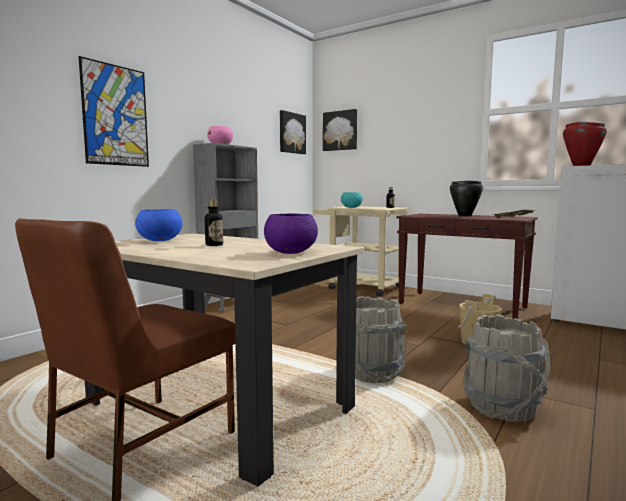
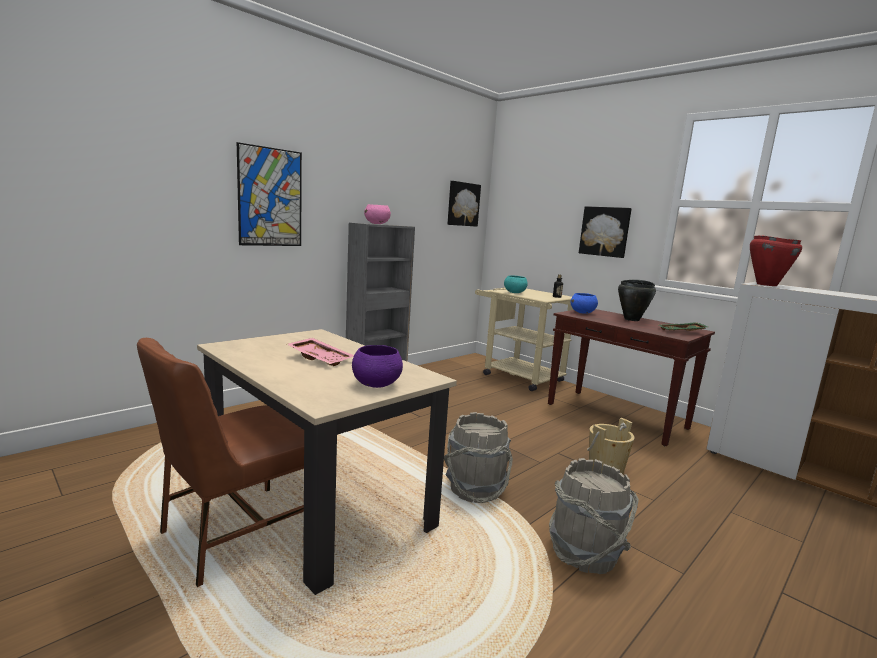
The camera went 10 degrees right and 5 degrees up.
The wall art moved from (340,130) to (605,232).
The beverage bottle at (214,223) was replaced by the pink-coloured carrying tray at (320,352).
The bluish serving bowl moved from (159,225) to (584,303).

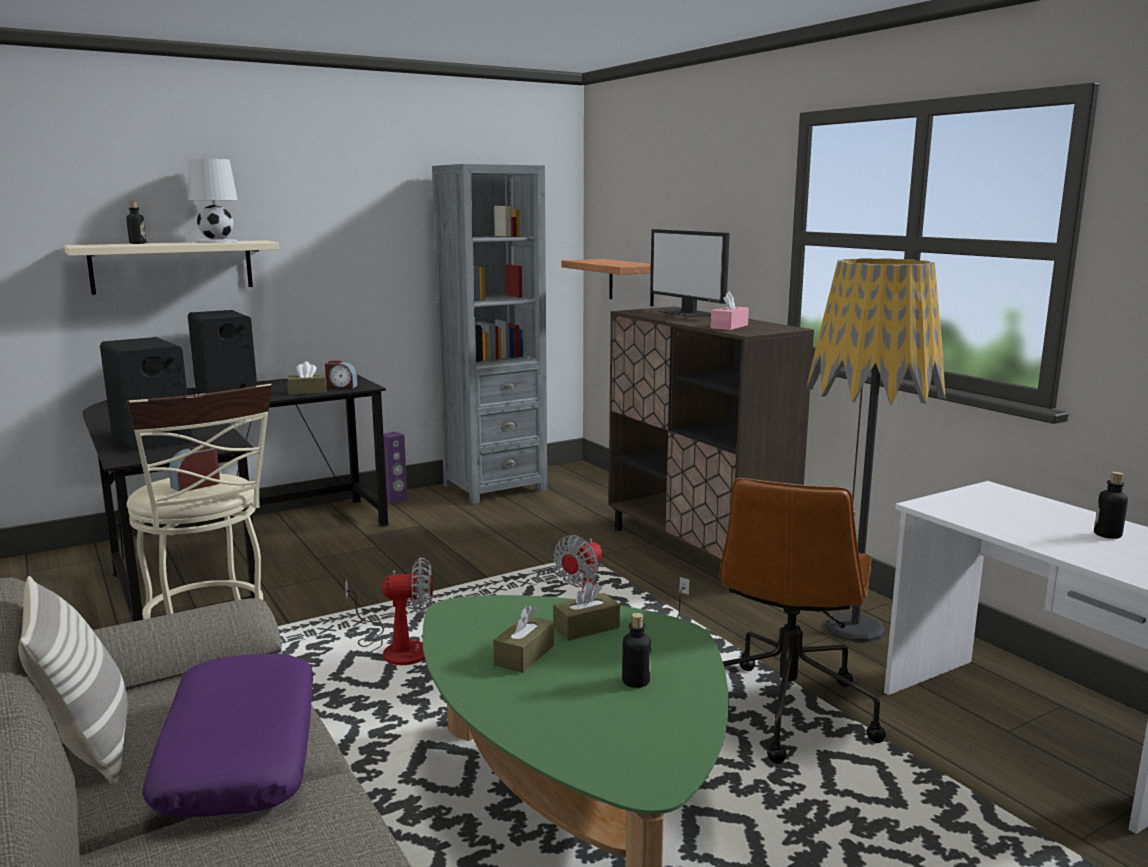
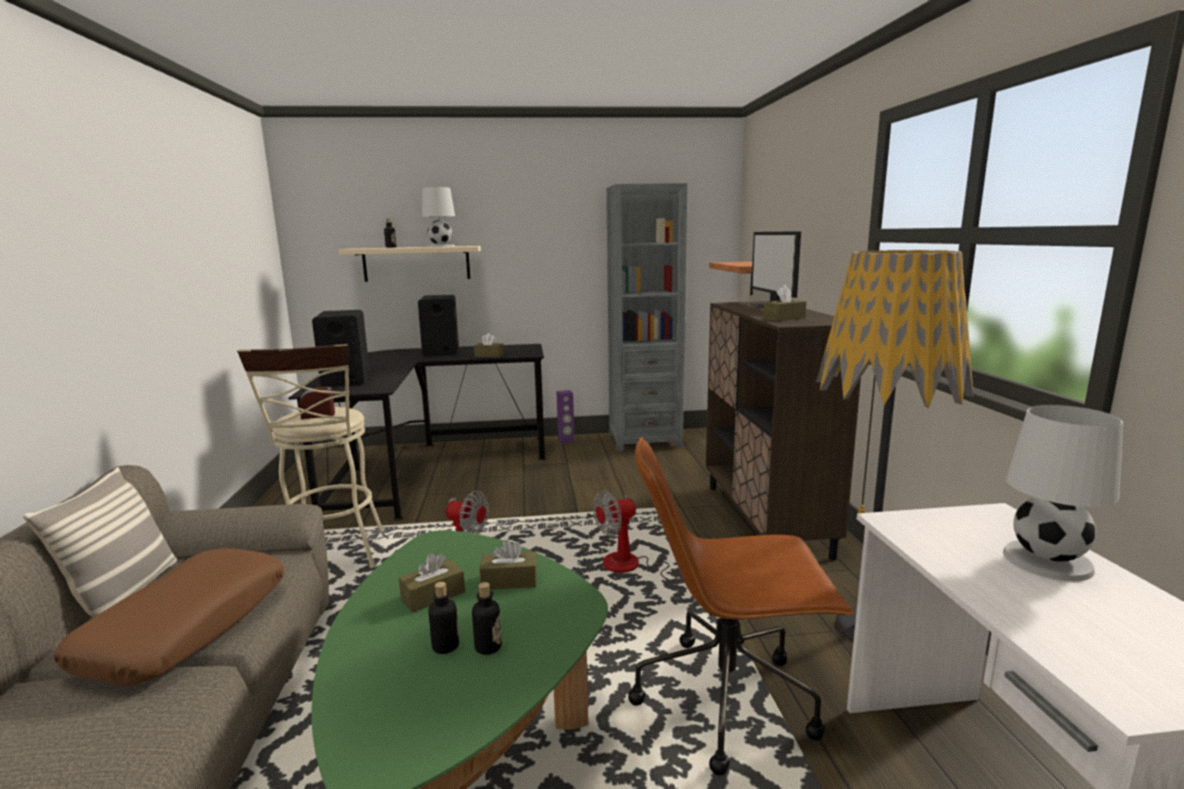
The camera went 25 degrees right and 0 degrees up.
The pink-coloured tissue holder at (729,310) became the brown-coloured tissue holder at (784,303).
The alarm clock at (341,375) disappeared.
The beverage bottle moved from (1111,505) to (443,618).
The brown-coloured office chair at (802,621) turned 45 degrees clockwise.
The purple pillow at (228,735) became the brown-coloured pillow at (169,616).
The white-coloured table lamp at (1063,493) appeared.

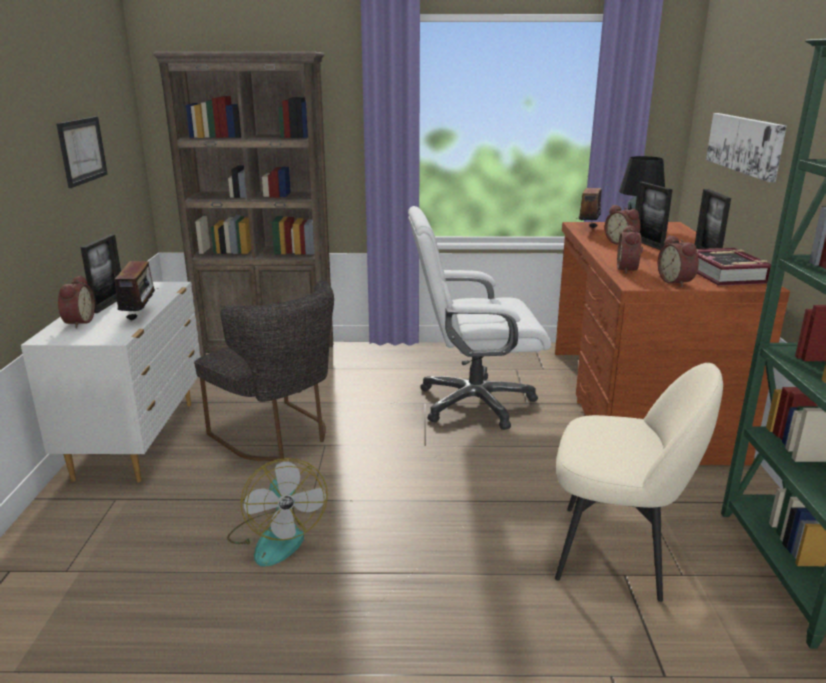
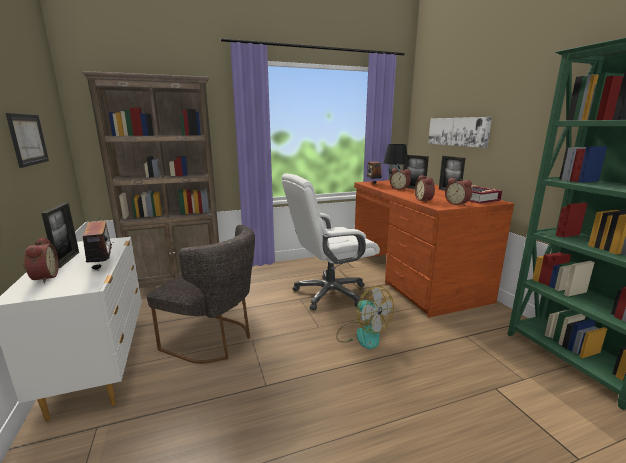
The camera went 20 degrees left and 5 degrees down.
The sand-coloured plain chair at (639,482) disappeared.
The cooling fan moved from (277,512) to (365,317).

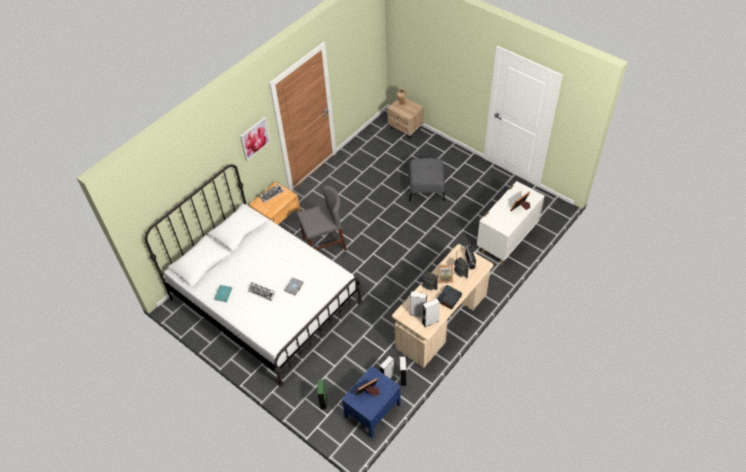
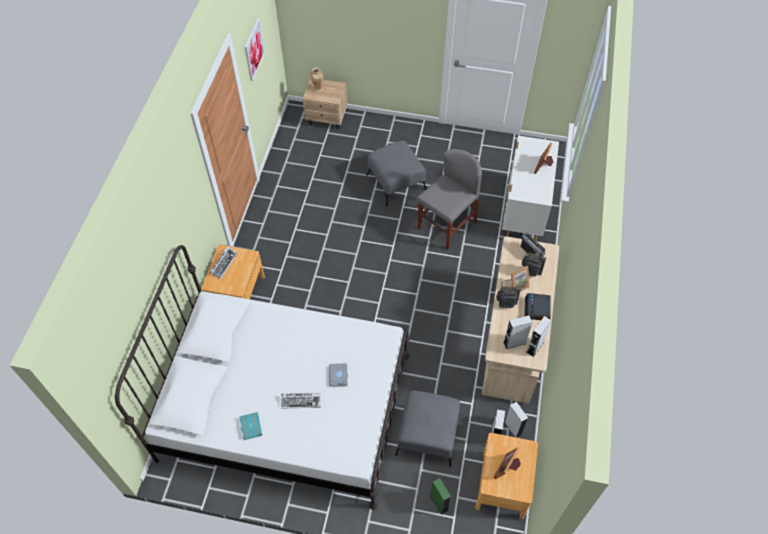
The camera went 30 degrees left and 5 degrees up.
The wall art moved from (255,139) to (255,49).
The greyish plain chair moved from (322,218) to (449,199).
The bluish nightstand at (371,402) became the brown-coloured nightstand at (506,476).
The greyish pouffe at (427,428) appeared.

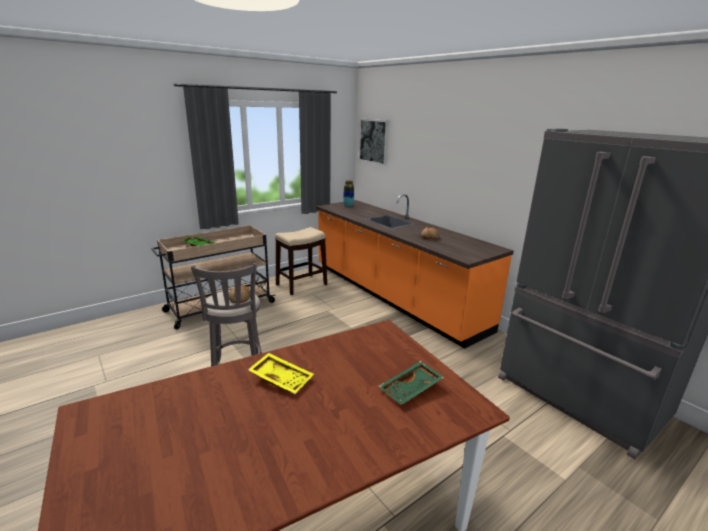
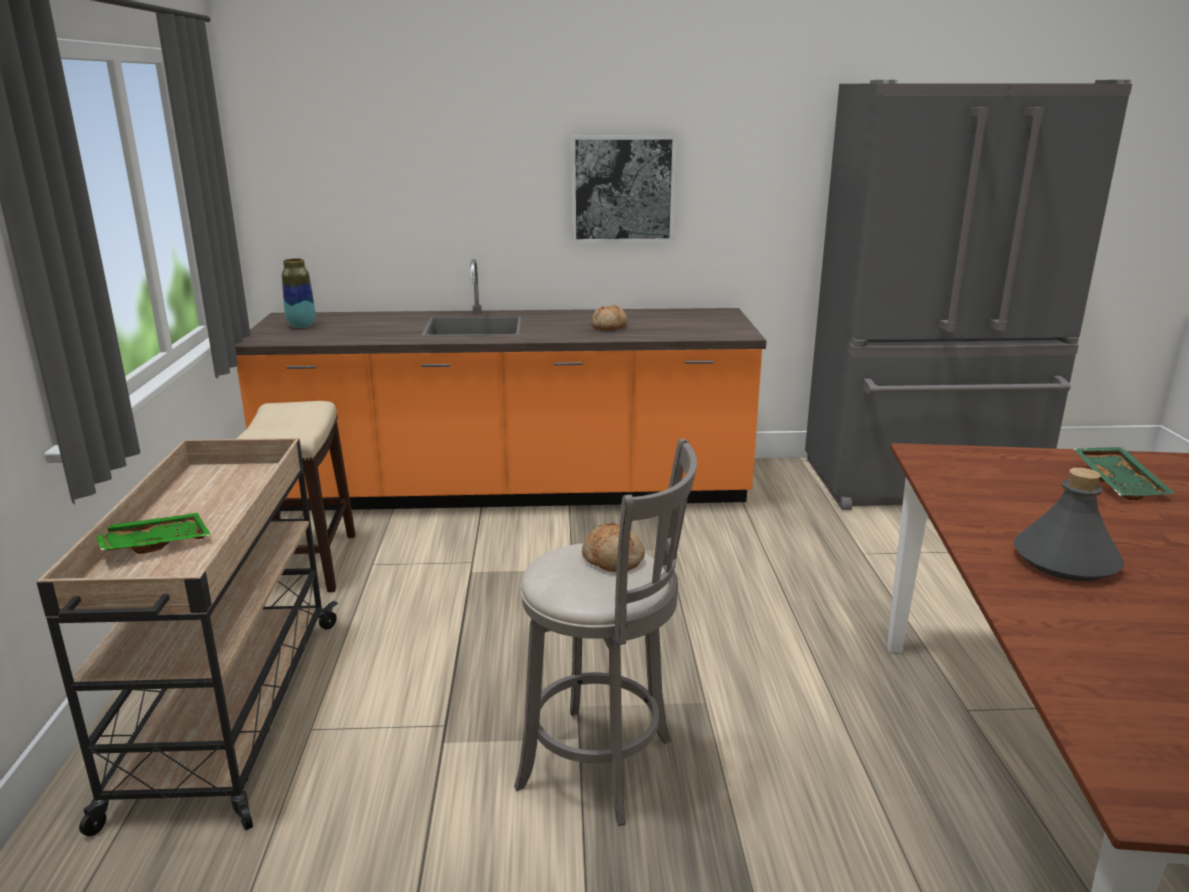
The camera went 55 degrees left and 0 degrees up.
The wall art moved from (374,142) to (624,189).
The yellow carrying tray at (281,373) was replaced by the greyish beverage bottle at (1068,524).

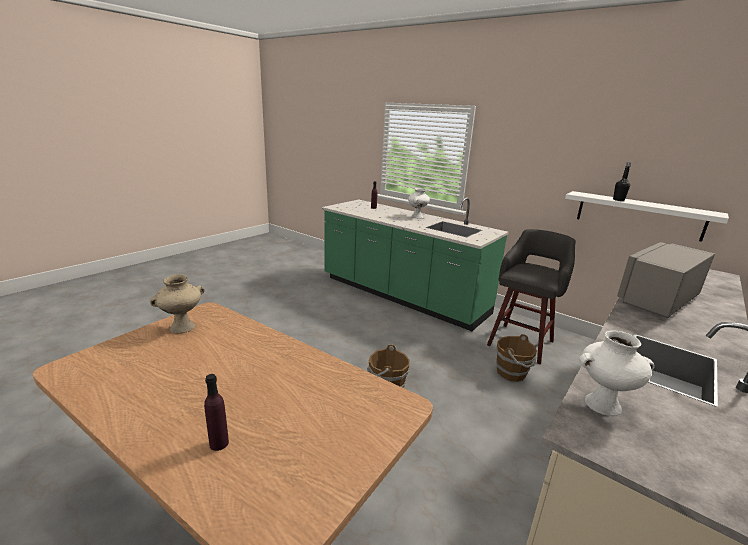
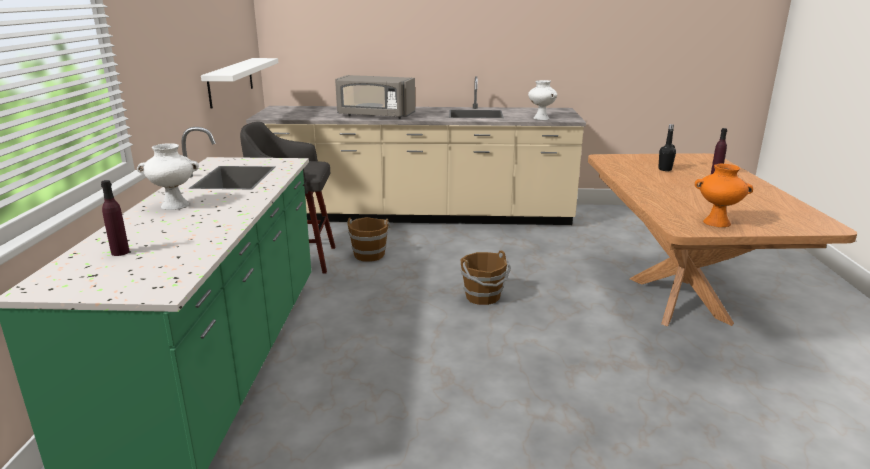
The camera went 125 degrees left and 0 degrees up.
The black beverage bottle moved from (622,181) to (667,147).
The sand-coloured decorative vase at (177,303) became the orangey decorative vase at (724,195).

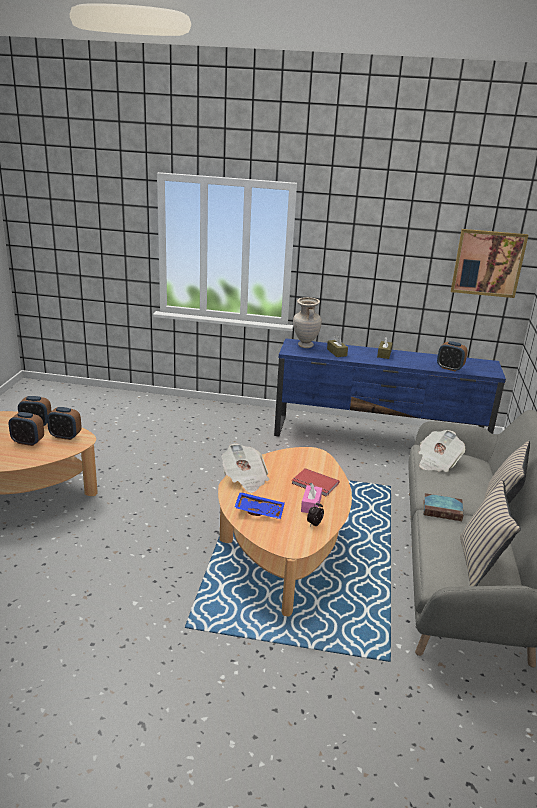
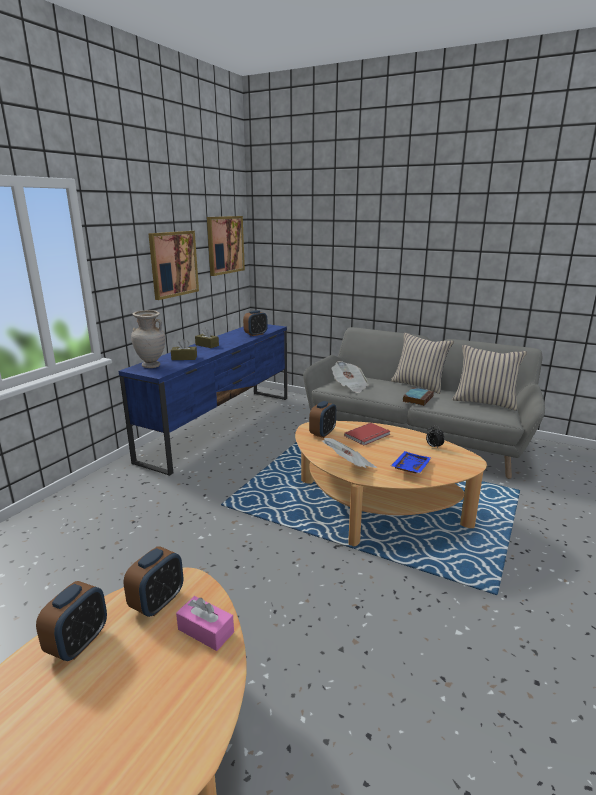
The camera went 70 degrees left and 5 degrees down.
The alarm clock moved from (26,429) to (322,419).
The pink-coloured tissue holder moved from (311,498) to (205,623).
The wall art at (173,265) appeared.

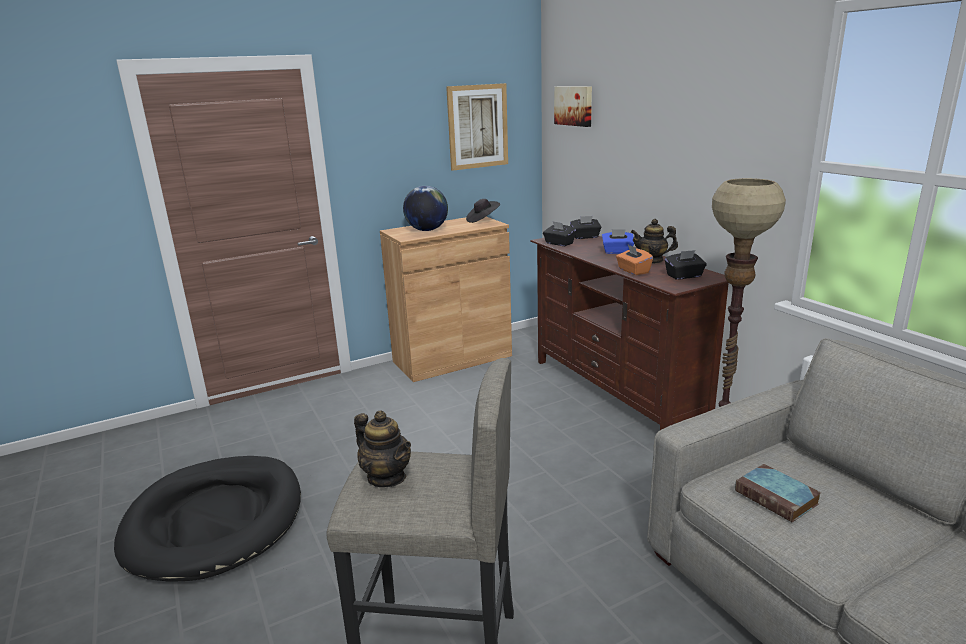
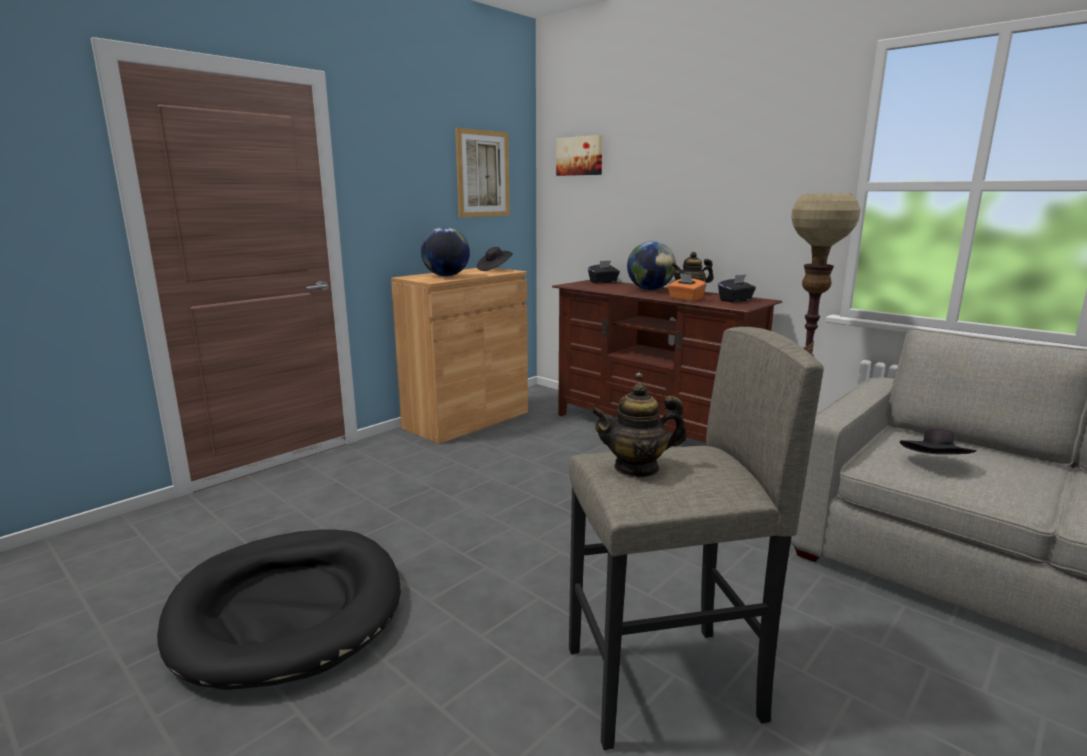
The camera went 20 degrees left and 5 degrees down.
The black tissue holder at (559,233) disappeared.
The bluish tissue holder at (618,241) was replaced by the world globe at (651,265).
The pot for tea at (382,448) turned 150 degrees clockwise.
The book at (778,493) was replaced by the black clothing hat at (938,441).

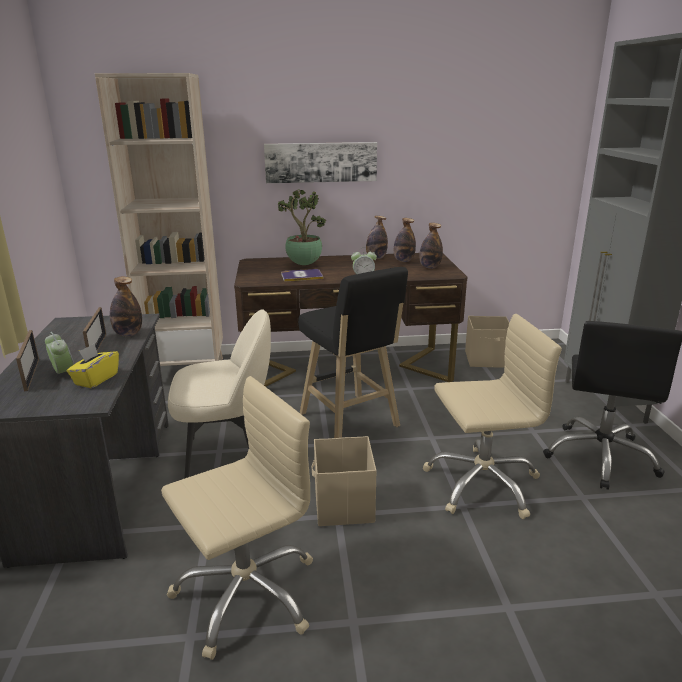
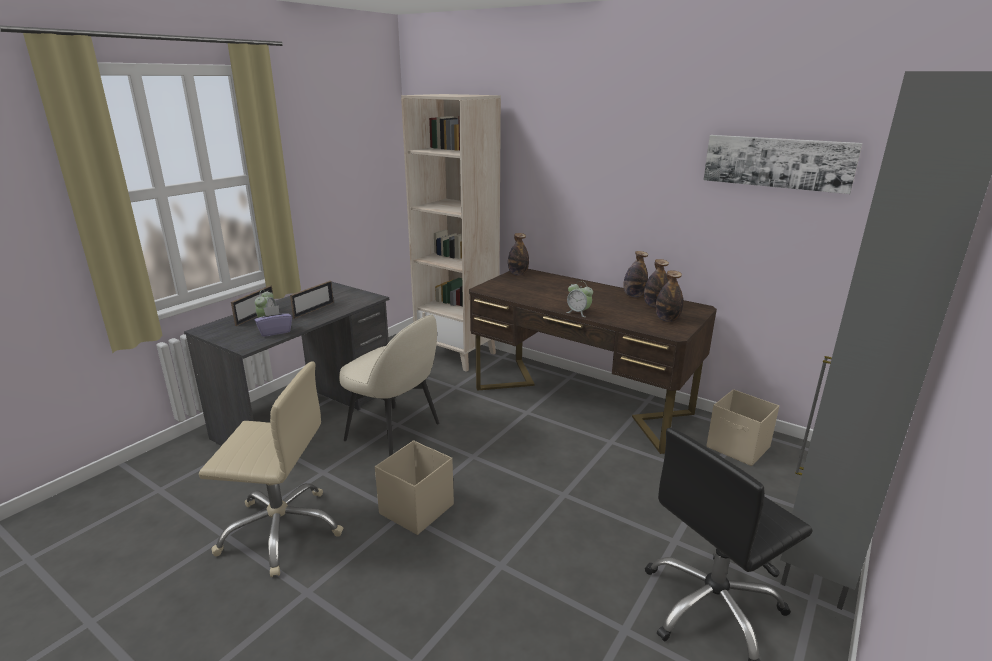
The camera went 40 degrees right and 0 degrees up.
The wall art moved from (320,162) to (782,164).
The plant in a pot at (302,227) disappeared.
The black sitting stool at (353,352) disappeared.
The book at (302,275) disappeared.
The beverage bottle moved from (126,306) to (518,254).
The sand-coloured office chair at (492,416) disappeared.
The yellow tissue holder at (93,366) became the purple tissue holder at (273,321).

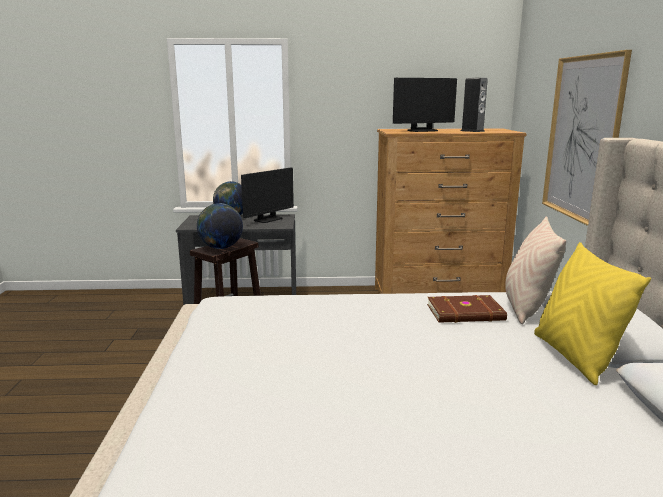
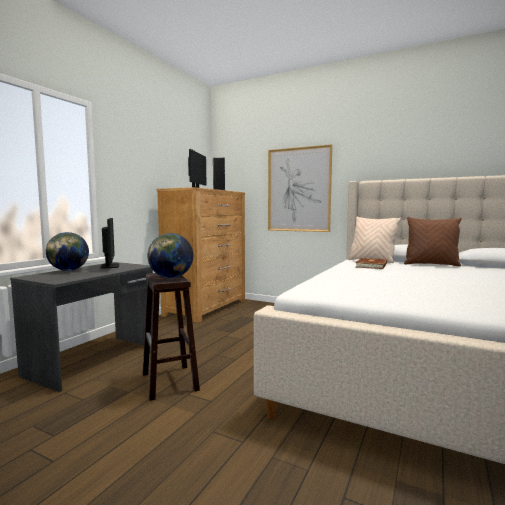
The camera went 60 degrees left and 10 degrees down.
The yellow pillow at (592,313) became the brown-coloured pillow at (433,241).

